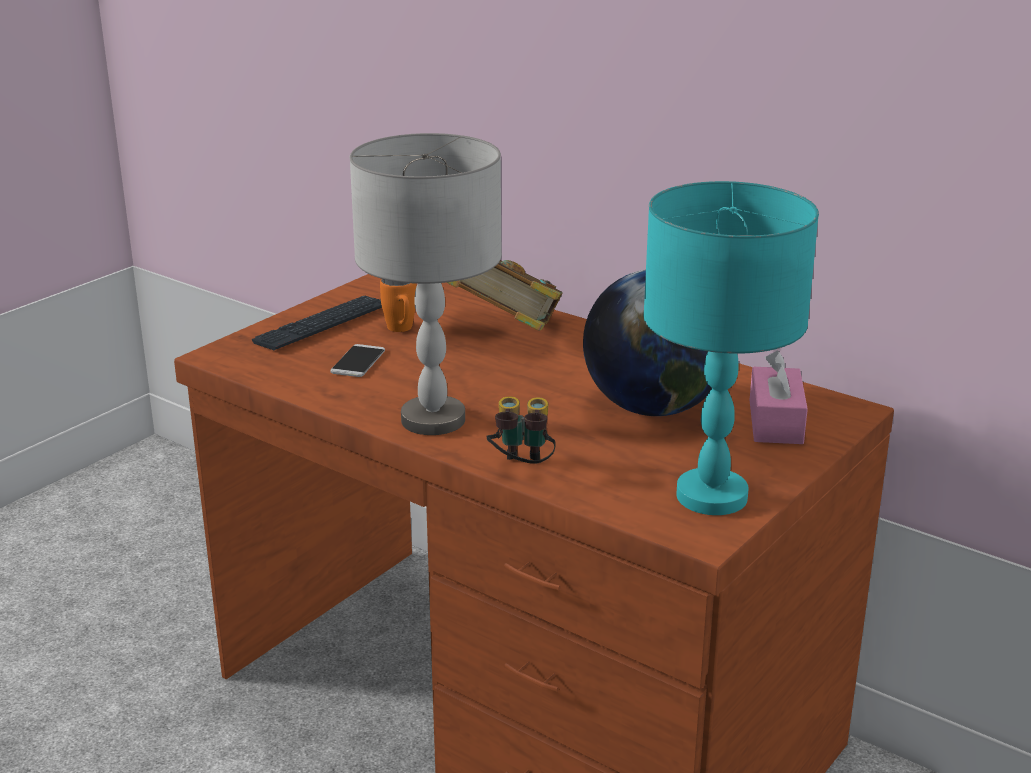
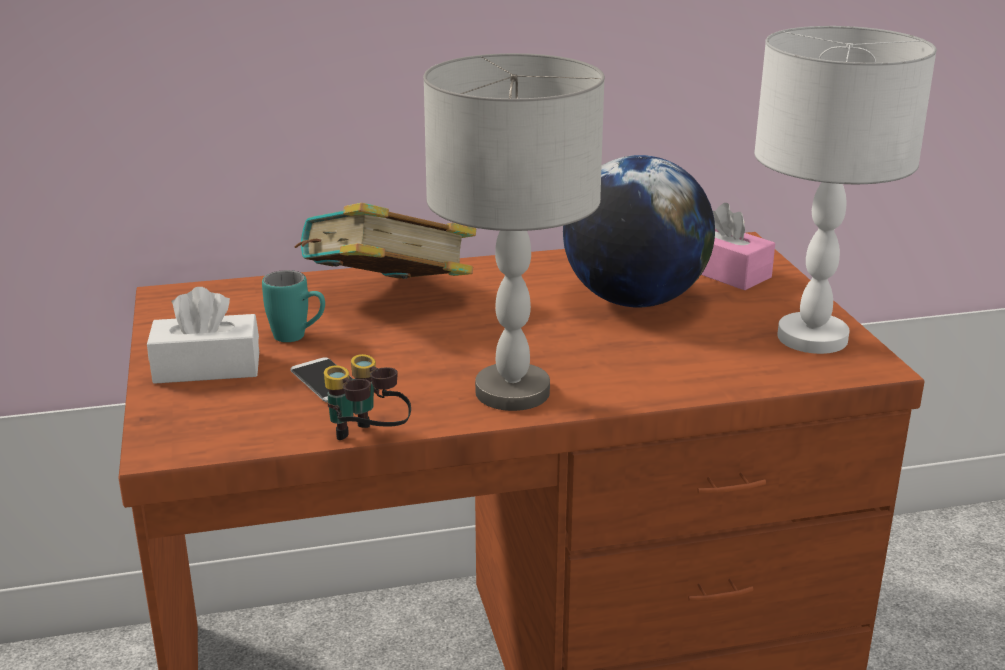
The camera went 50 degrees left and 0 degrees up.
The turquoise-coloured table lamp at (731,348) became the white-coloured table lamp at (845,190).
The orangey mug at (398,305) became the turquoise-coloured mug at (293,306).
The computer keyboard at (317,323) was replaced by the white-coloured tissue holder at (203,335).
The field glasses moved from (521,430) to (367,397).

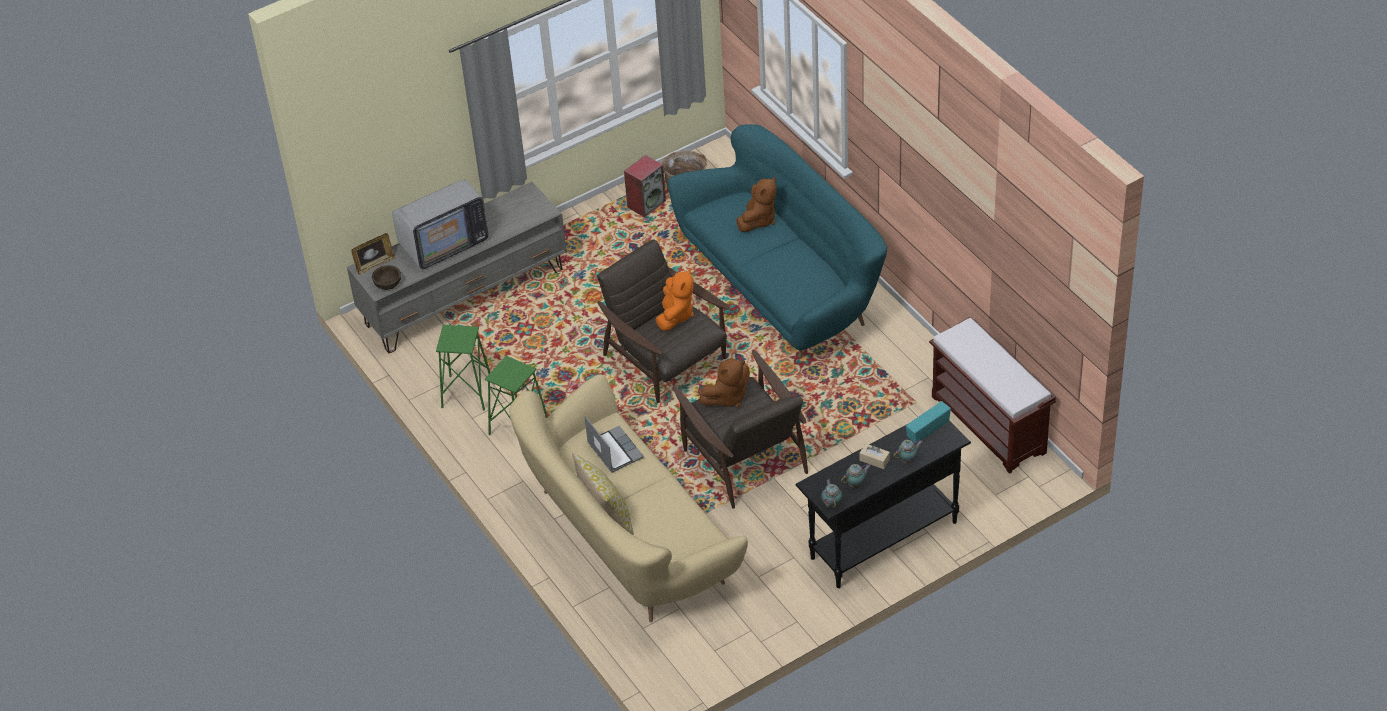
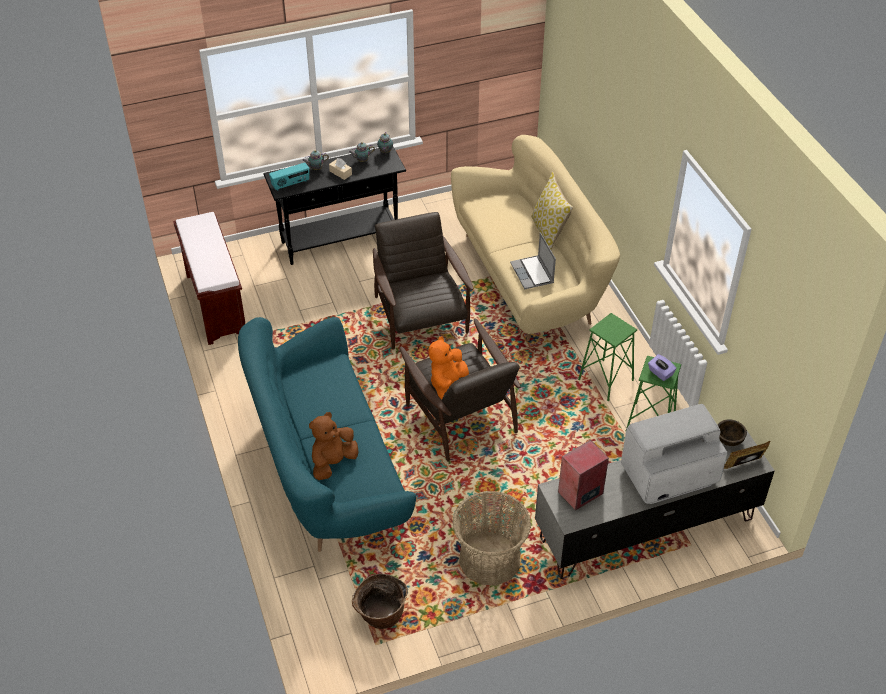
The camera went 170 degrees left and 0 degrees up.
The loudspeaker moved from (645,186) to (583,475).
The brown-coloured soft toy at (725,383) disappeared.
The purple tissue holder at (662,367) appeared.
The storage basket at (491,538) appeared.

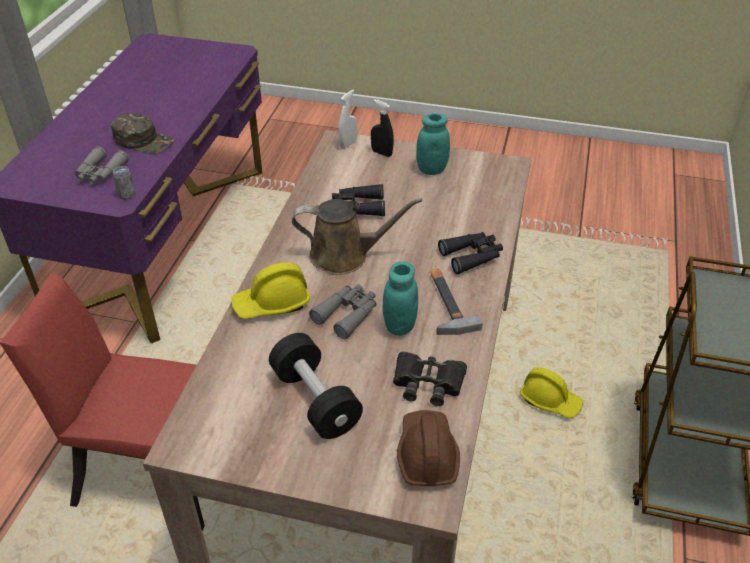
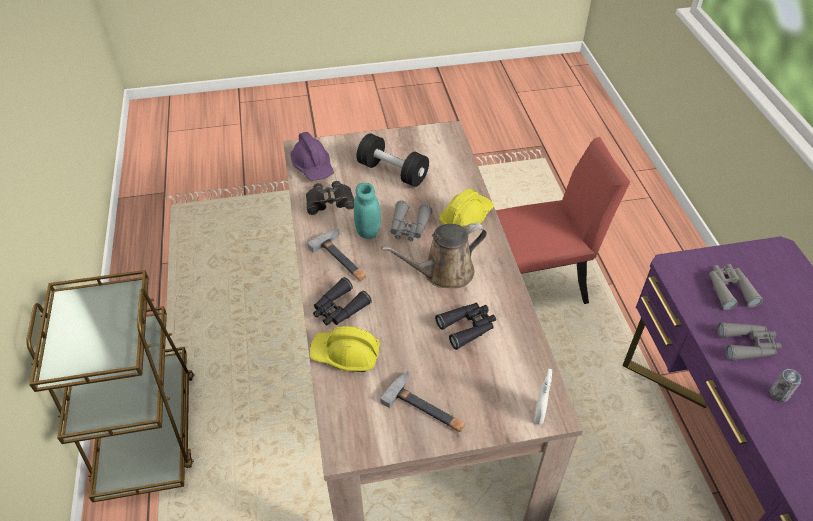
The camera went 155 degrees right and 5 degrees up.
The black spray bottle at (382,128) disappeared.
The greenish cap at (142,134) was replaced by the greyish field glasses at (749,341).
The turquoise-coloured storage jar at (433,144) was replaced by the hand hammer at (422,401).
The can moved from (124,183) to (785,385).
The yellow hard hat moved from (551,392) to (344,349).
The brown-coloured hard hat at (428,448) became the purple hard hat at (312,156).

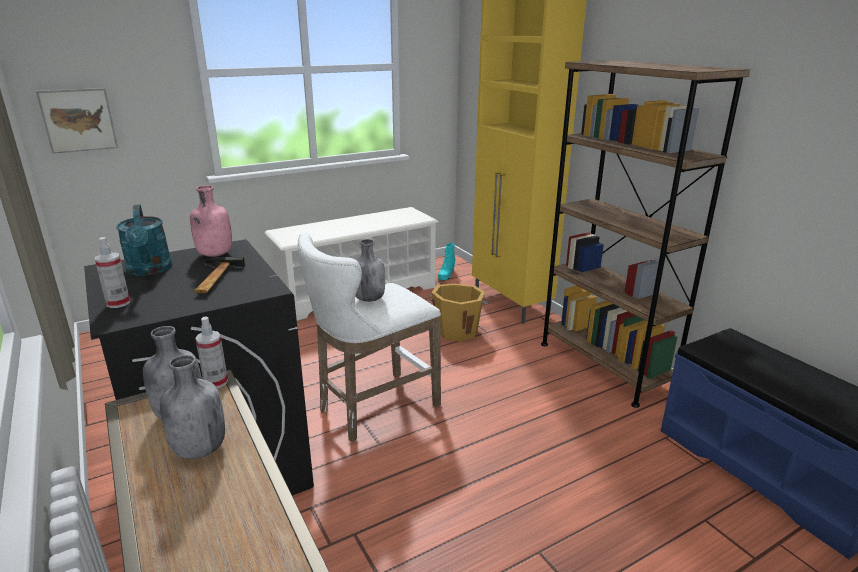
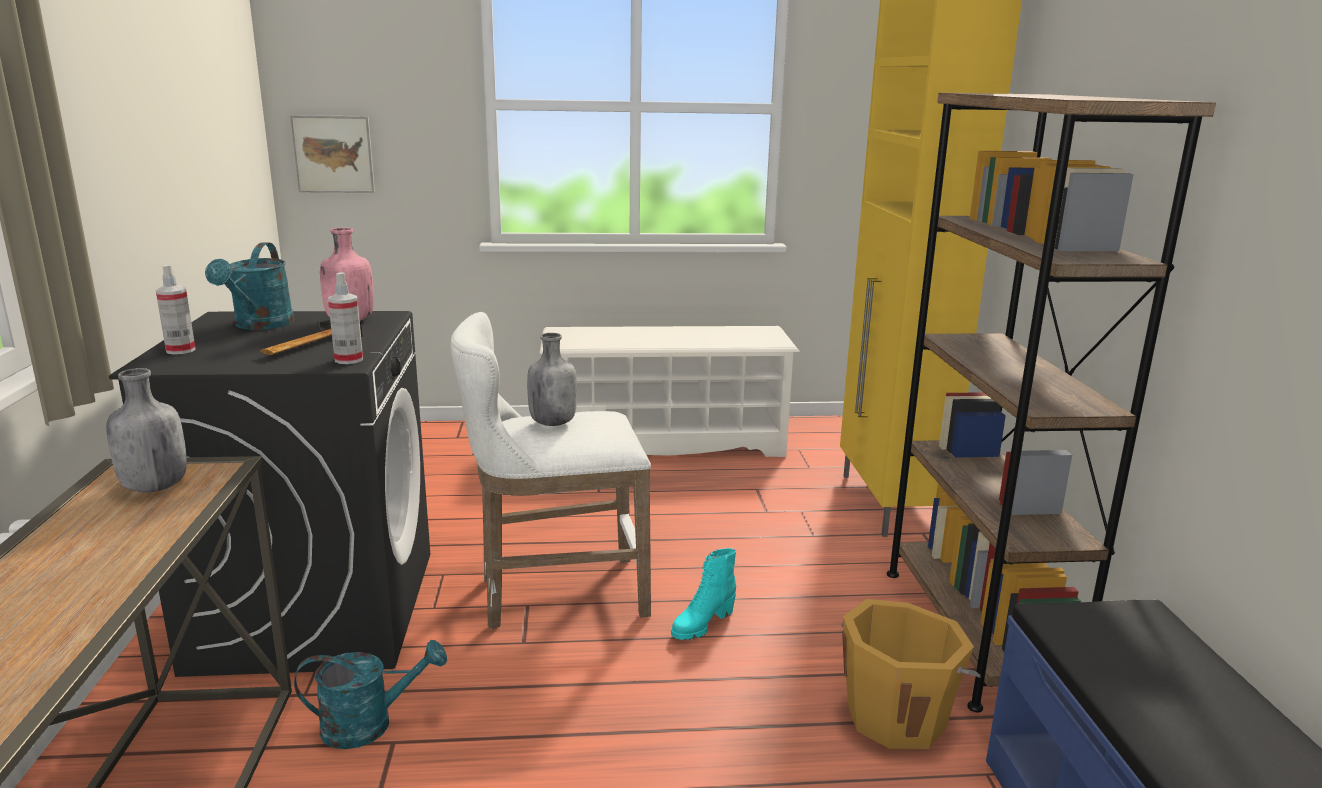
The camera went 25 degrees right and 5 degrees down.
The turquoise-coloured high-top boot moved from (446,261) to (703,594).
The orangey pail moved from (459,312) to (911,674).
The spray bottle moved from (211,352) to (345,318).
The greyish beverage bottle at (192,407) disappeared.
The turquoise-coloured watering can at (370,694) appeared.

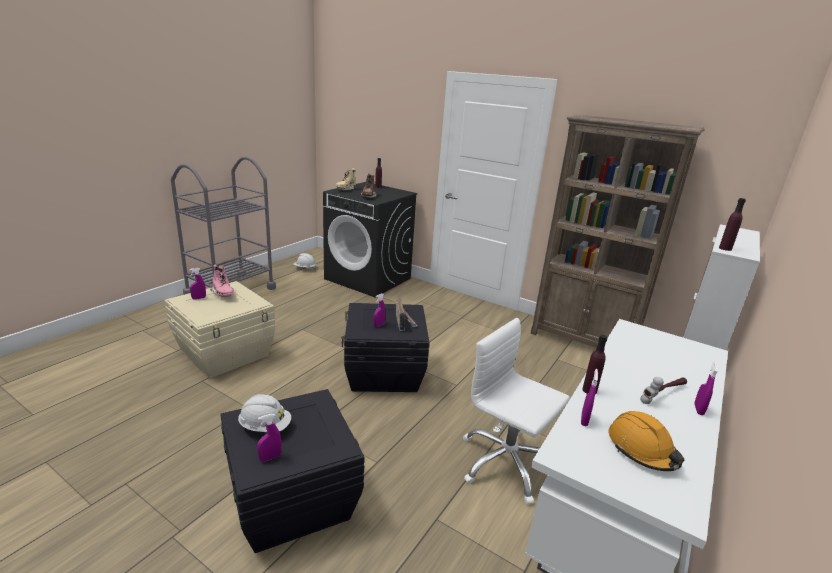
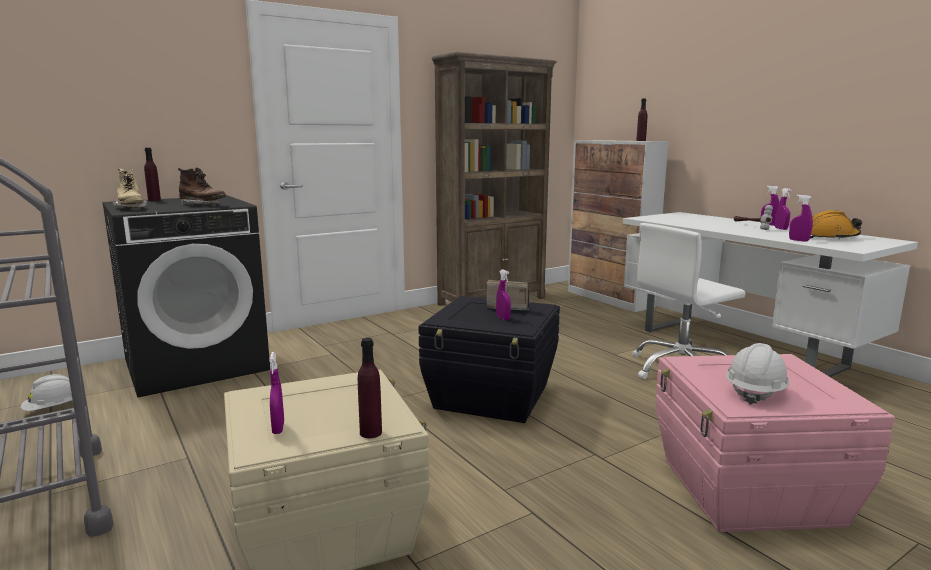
The camera went 65 degrees left and 10 degrees down.
The pink-coloured high-top boot at (222,280) disappeared.
The purple beverage bottle moved from (595,364) to (370,388).
The black storage box at (292,471) became the pink-coloured storage box at (775,443).
The purple spray bottle moved from (269,438) to (783,209).

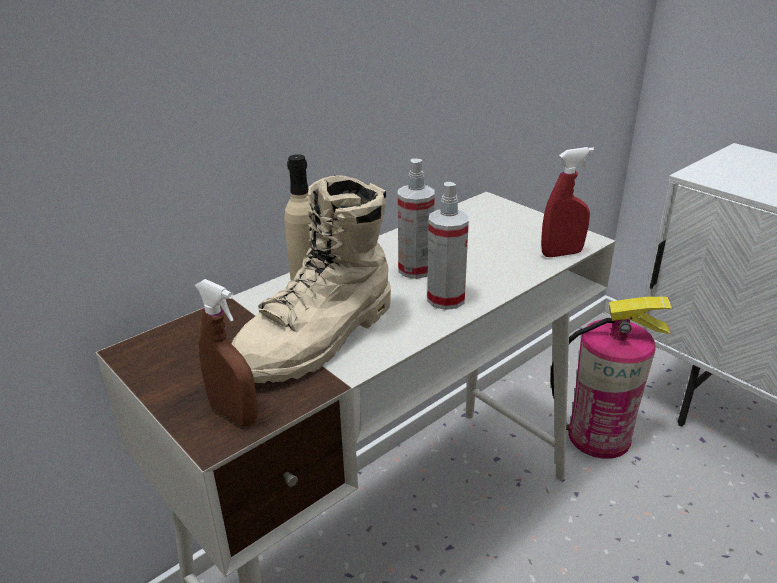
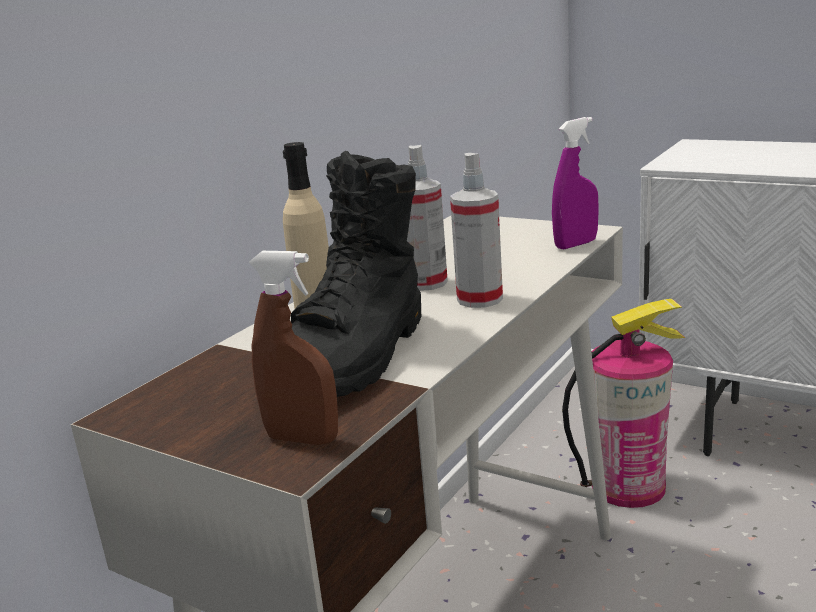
The camera went 15 degrees left and 10 degrees down.
The red-coloured spray bottle at (567,202) became the purple spray bottle at (575,183).
The sand-coloured high-top boot at (311,279) became the black high-top boot at (356,274).

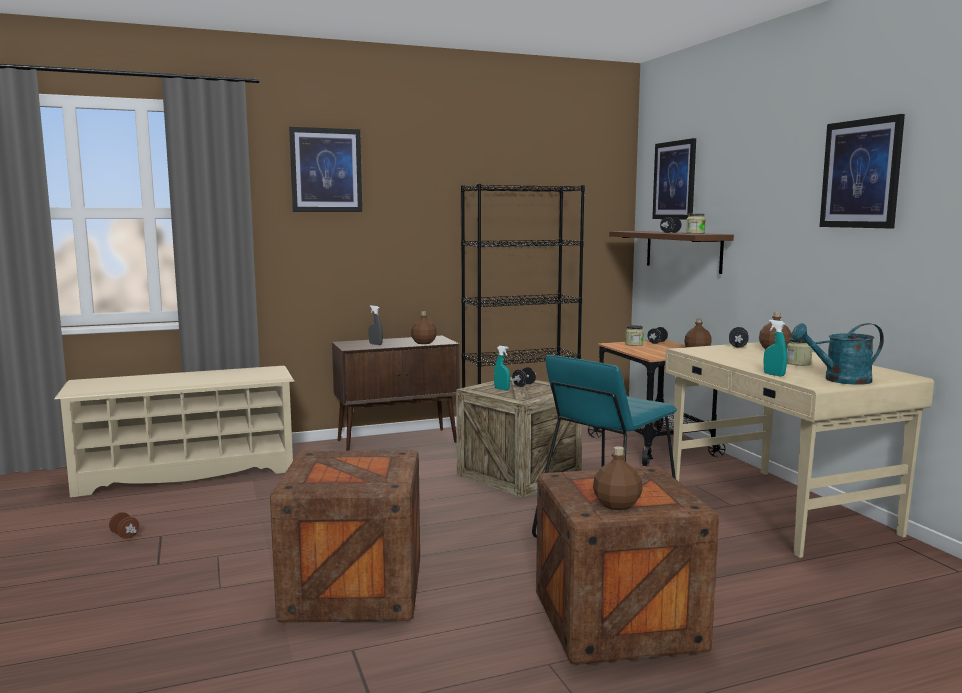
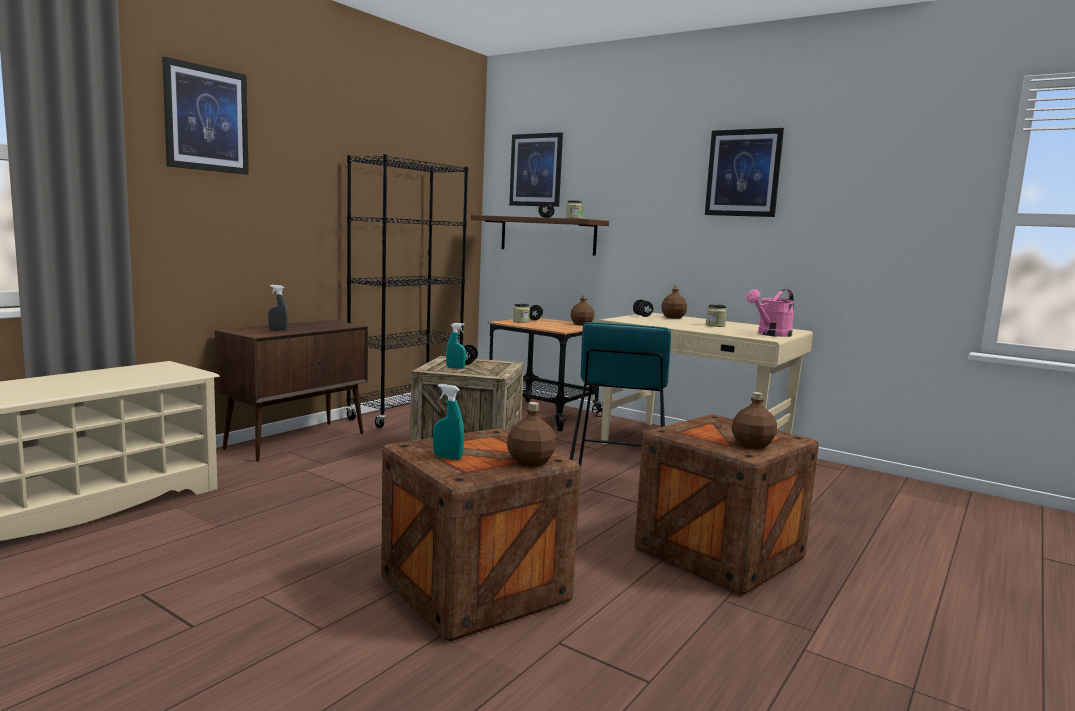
The camera went 35 degrees left and 0 degrees up.
The brown-coloured beverage bottle moved from (424,327) to (531,434).
The turquoise-coloured spray bottle moved from (775,348) to (448,422).
The turquoise-coloured watering can at (837,354) became the pink-coloured watering can at (770,313).
The brown-coloured hand weight at (124,525) disappeared.

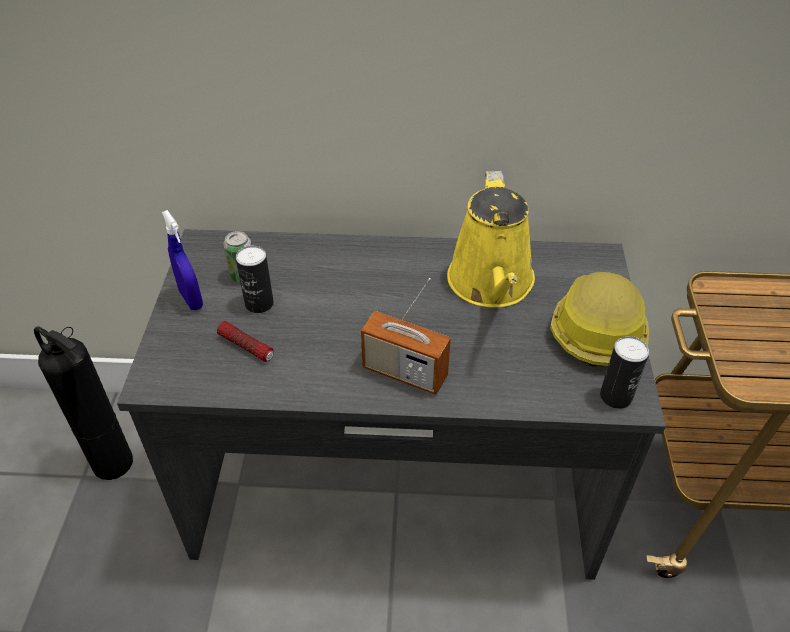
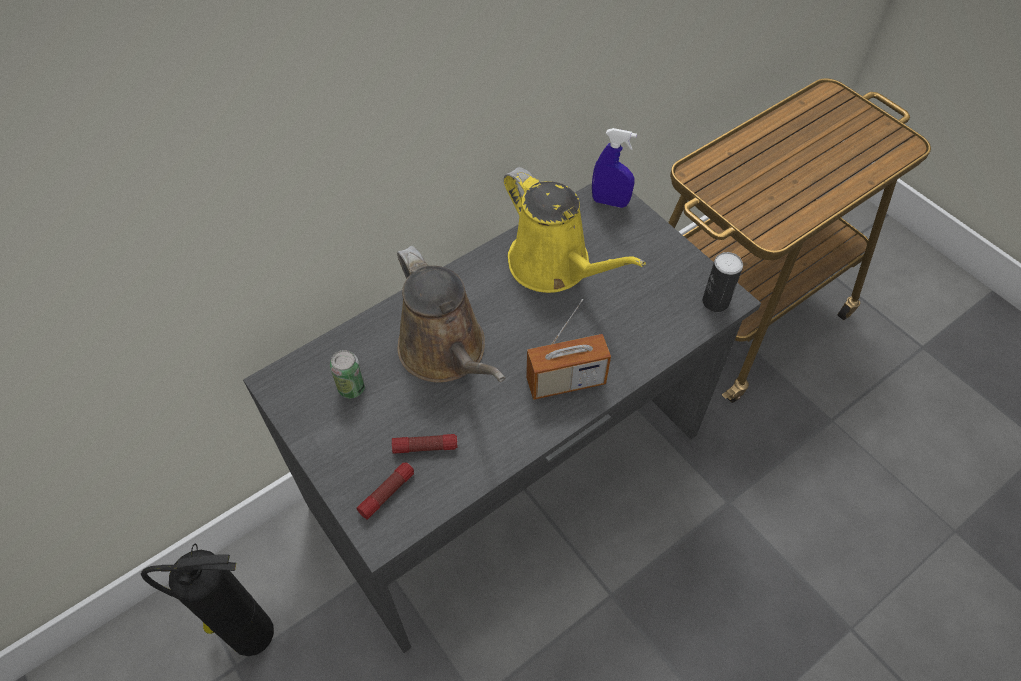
The camera went 40 degrees left and 10 degrees up.
The bluish spray bottle moved from (182,260) to (614,168).
The can at (255,279) disappeared.
The hard hat at (599,319) disappeared.
The brown-coloured watering can at (451,314) appeared.
The flashlight at (385,491) appeared.

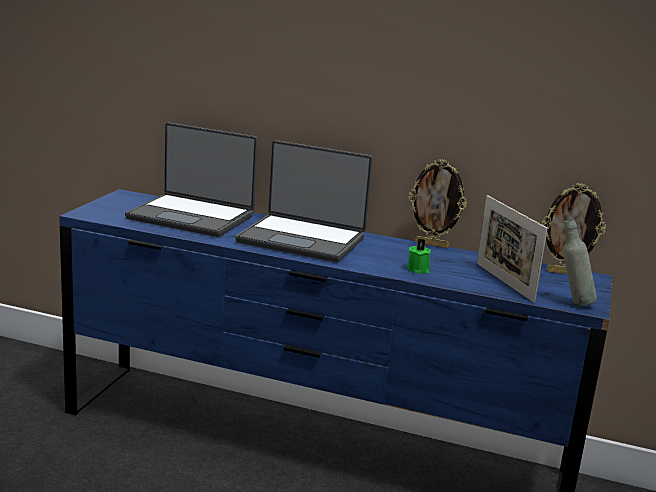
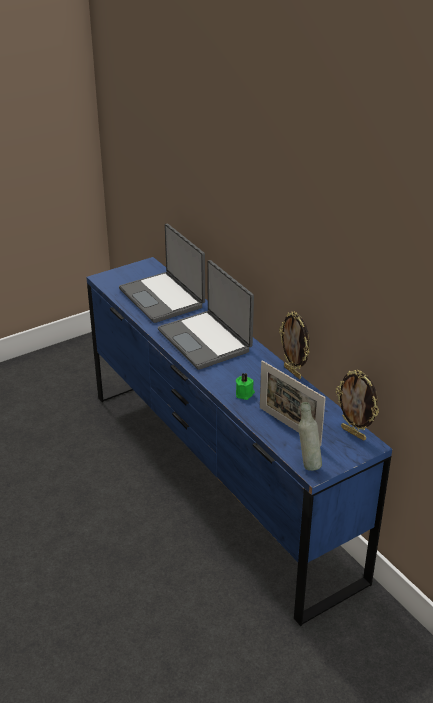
The camera went 40 degrees right and 15 degrees up.
The photo frame at (512,249) turned 60 degrees counterclockwise.

